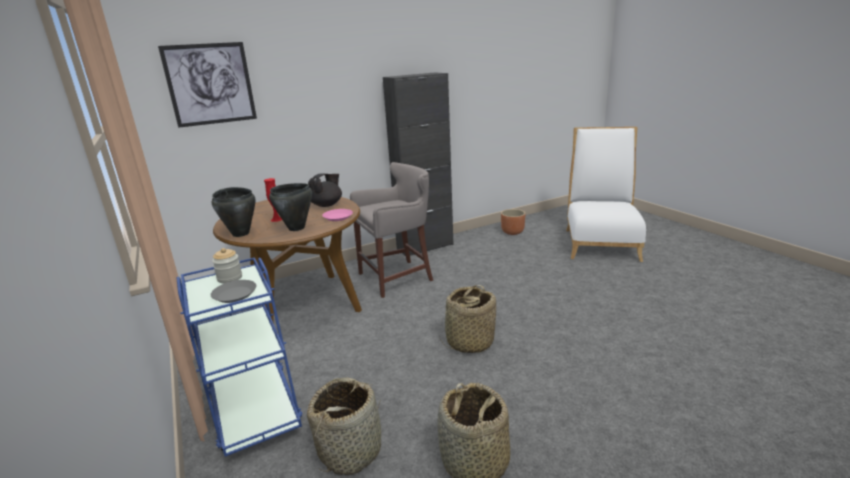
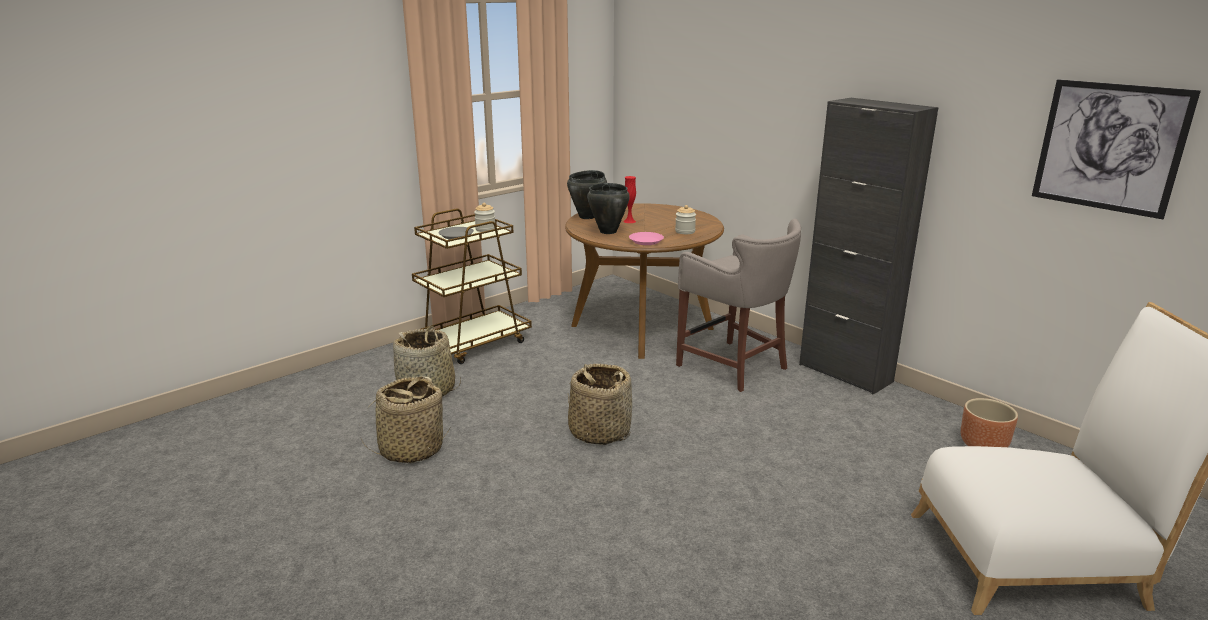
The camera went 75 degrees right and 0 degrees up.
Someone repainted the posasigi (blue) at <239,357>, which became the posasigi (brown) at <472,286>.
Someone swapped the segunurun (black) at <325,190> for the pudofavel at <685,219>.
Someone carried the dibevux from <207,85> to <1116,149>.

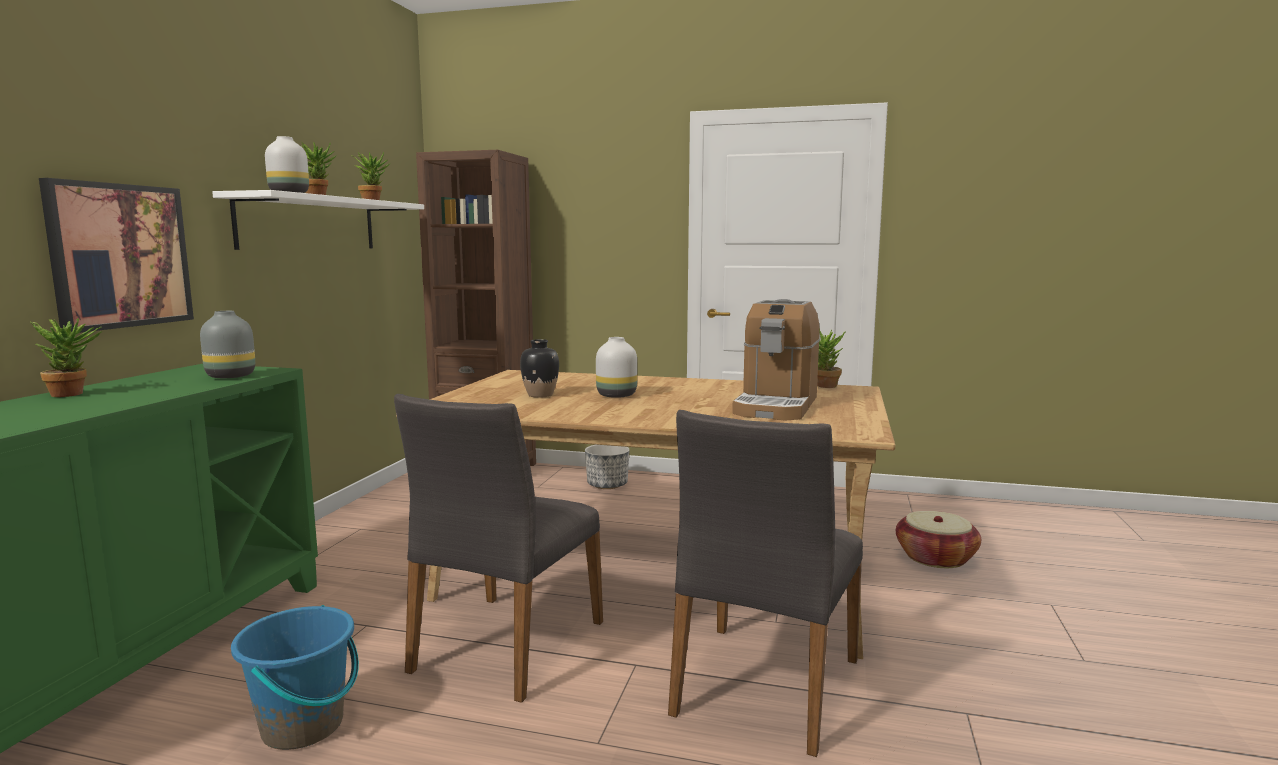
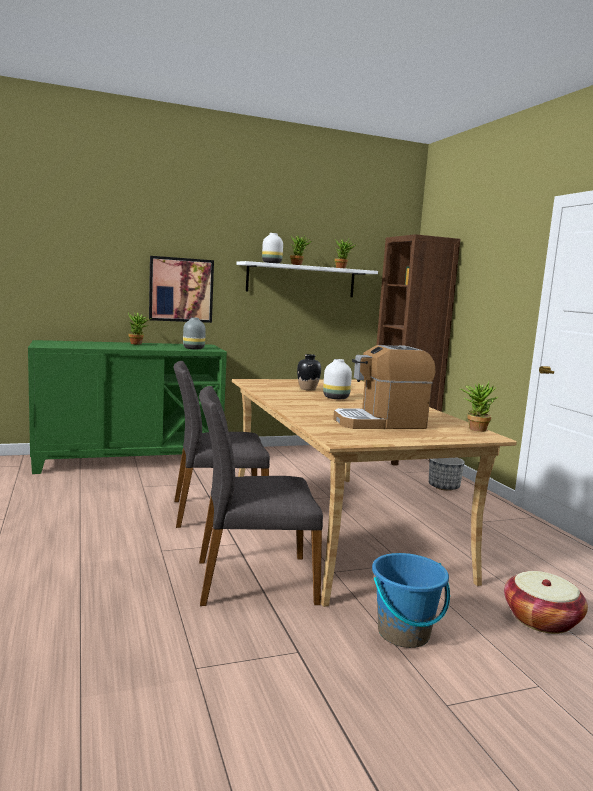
The camera went 55 degrees right and 0 degrees up.
Someone carried the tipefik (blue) from <295,677> to <411,600>.

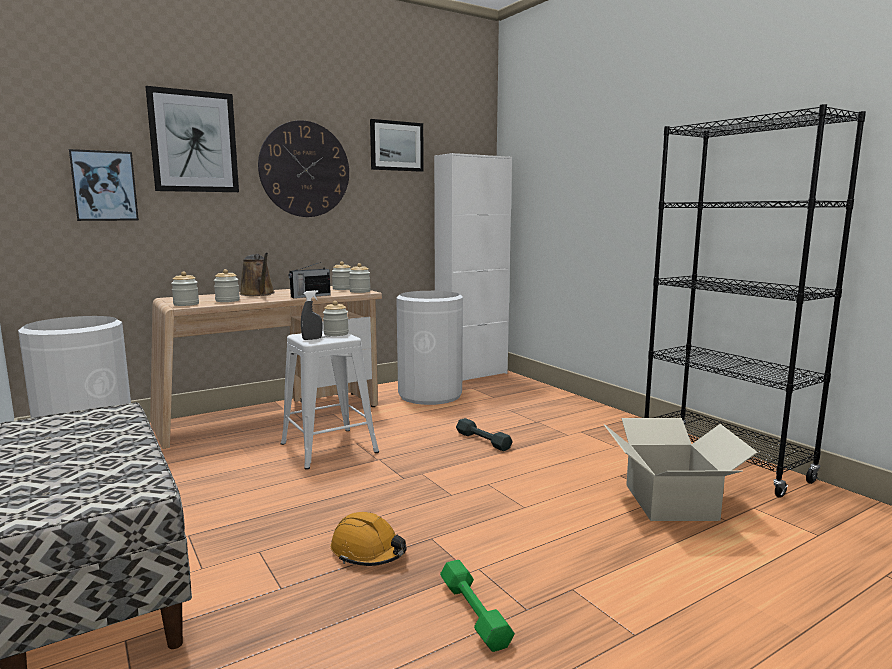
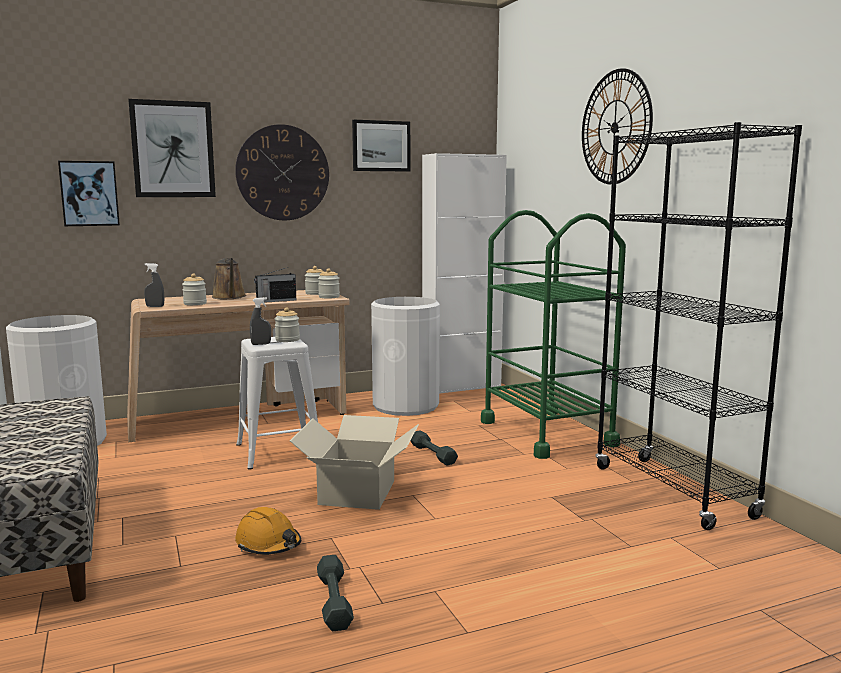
The camera went 10 degrees right and 0 degrees up.
Someone swapped the pudofavel at <185,289> for the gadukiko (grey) at <154,285>.
Someone carried the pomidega from <680,469> to <354,462>.
Someone repainted the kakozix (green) at <477,606>, which became the kakozix (grey) at <335,593>.
Someone put down the posasigi (green) at <553,334>.
Someone put up the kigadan at <617,127>.

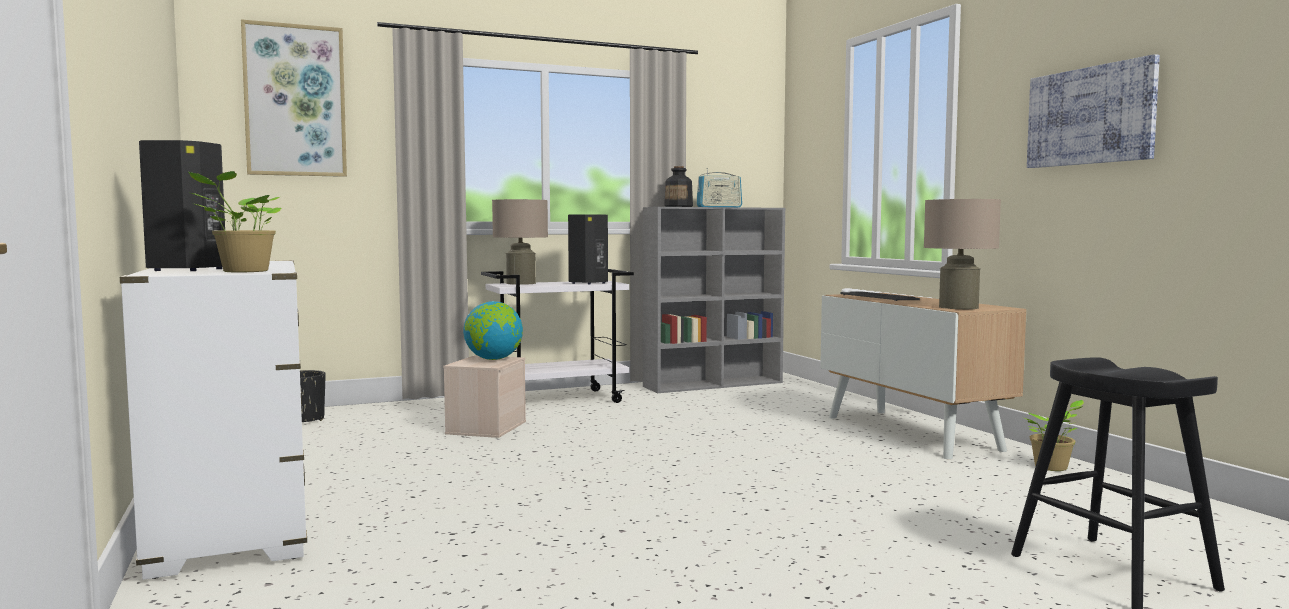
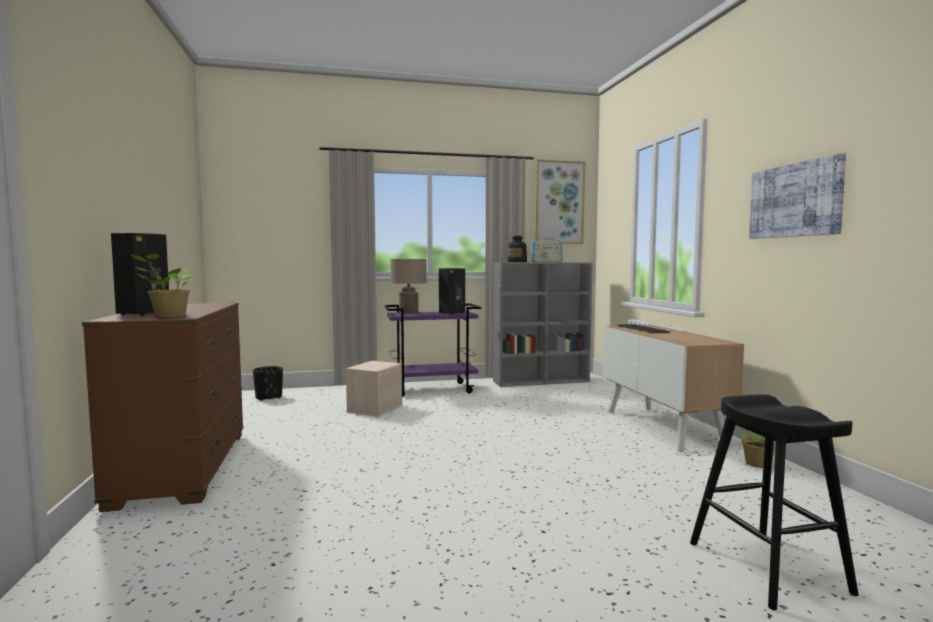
The camera went 10 degrees right and 0 degrees up.
Someone repainted the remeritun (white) at <213,420>, which became the remeritun (brown) at <163,407>.
Someone repainted the posasigi (white) at <557,336>, which became the posasigi (purple) at <432,350>.
Someone carried the dibevux from <294,98> to <560,201>.
Someone took away the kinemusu at <493,330>.
Someone took away the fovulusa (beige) at <962,254>.

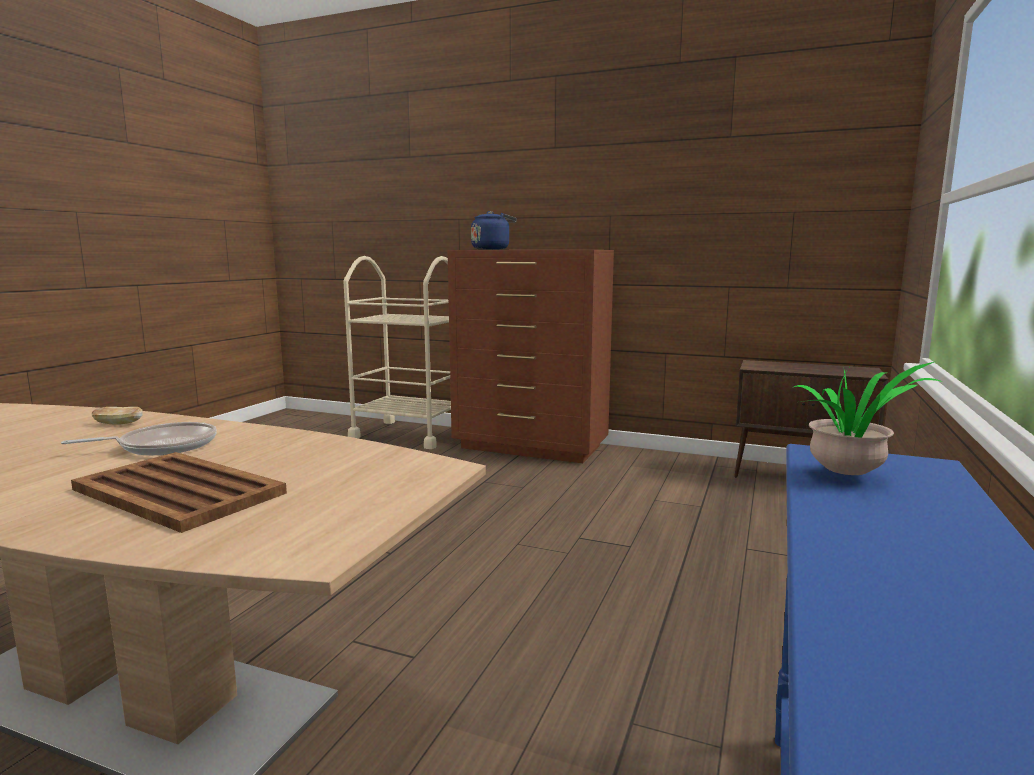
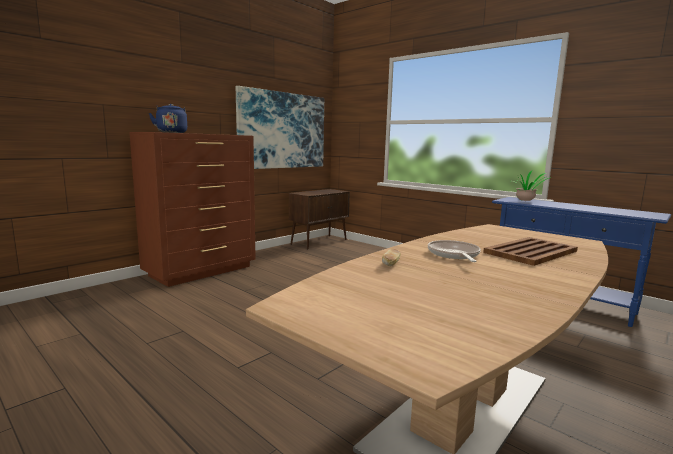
The camera went 70 degrees left and 0 degrees up.
Someone put up the dibevux at <280,127>.
Someone took away the posasigi (beige) at <397,352>.

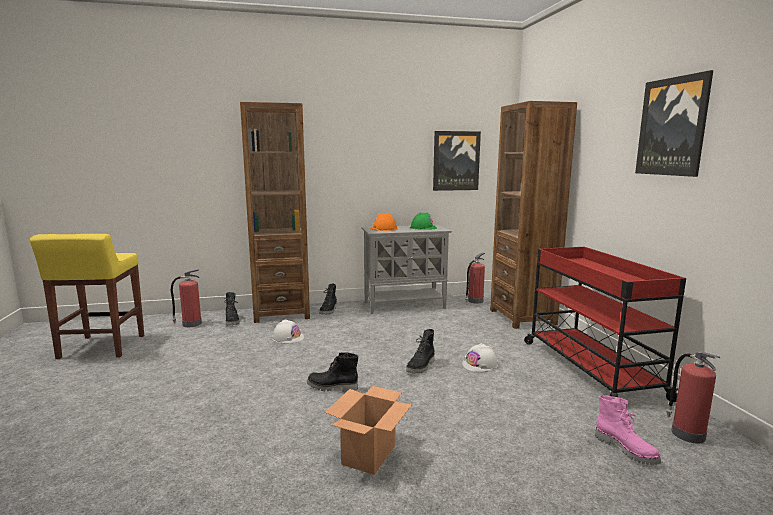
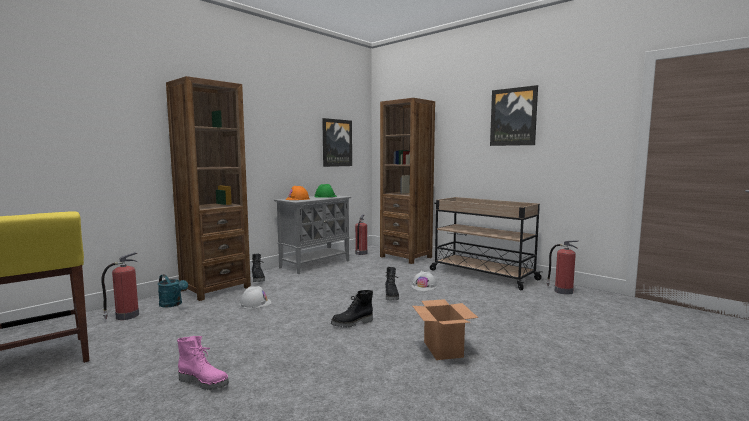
The camera went 35 degrees left and 5 degrees down.
Someone swapped the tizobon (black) at <232,309> for the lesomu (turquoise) at <173,291>.
Someone carried the tizobon (pink) from <628,430> to <203,363>.
Someone repainted the posasigi (red) at <605,324>, which became the posasigi (beige) at <486,243>.

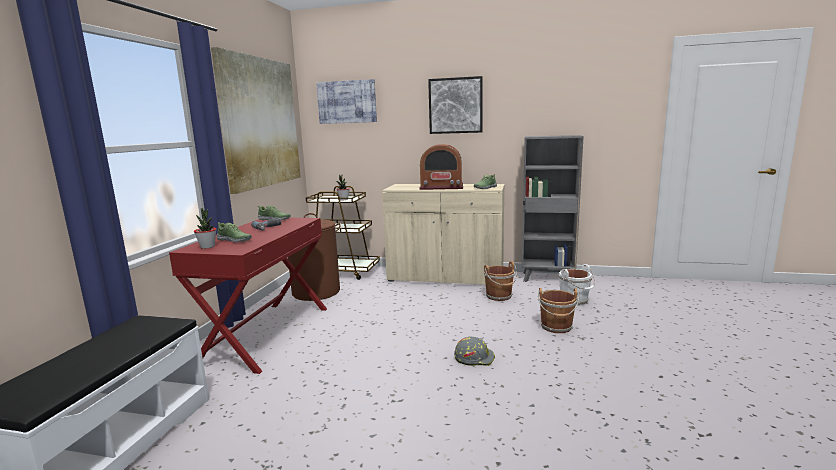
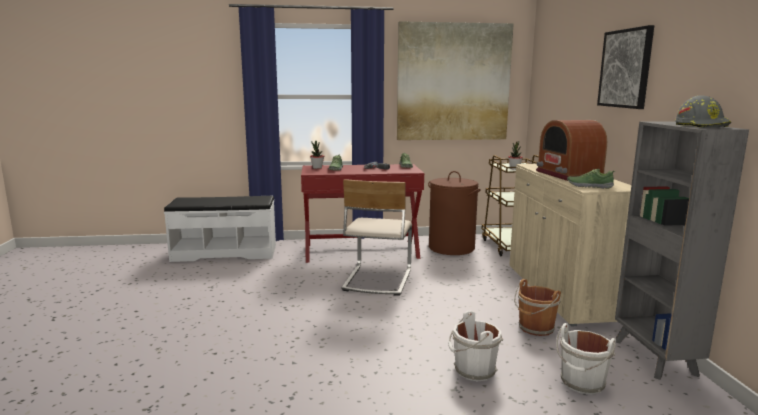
The camera went 70 degrees right and 0 degrees up.
Someone put down the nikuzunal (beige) at <376,237>.
Someone repainted the tipefik (brown) at <559,310>, which became the tipefik (white) at <475,346>.
Someone carried the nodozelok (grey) from <474,351> to <703,111>.
Someone took away the dibevux at <346,101>.

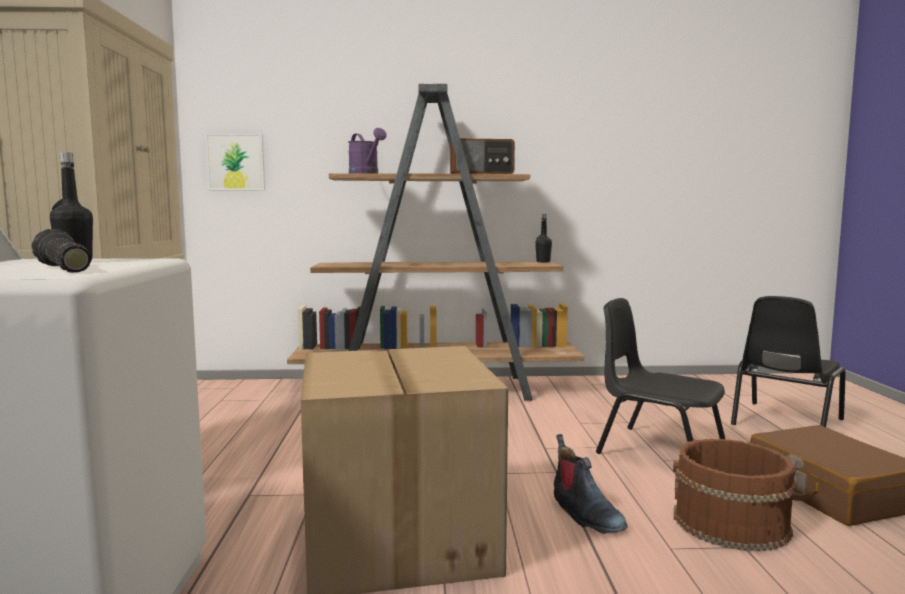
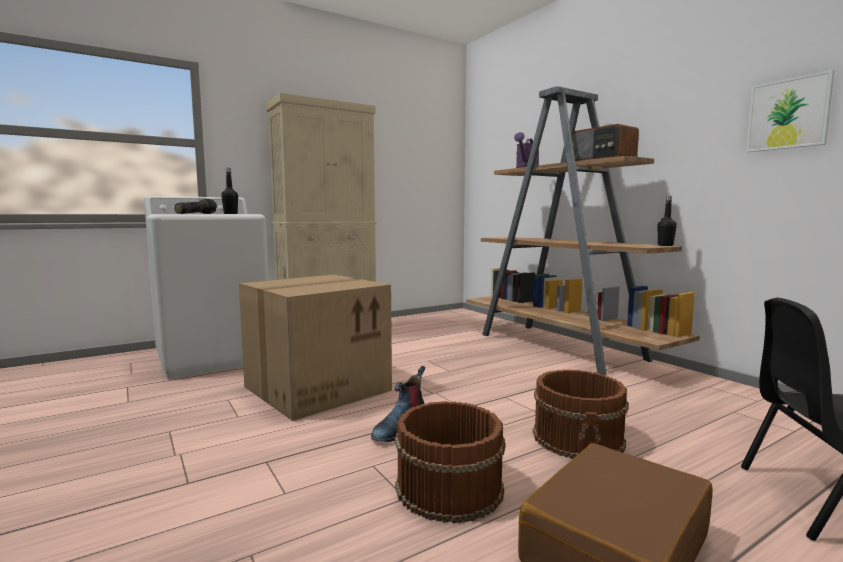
The camera went 60 degrees right and 0 degrees up.
Someone swapped the nikuzunal (black) at <660,376> for the tipefik (brown) at <581,414>.
Someone carried the dibevux from <235,161> to <790,111>.

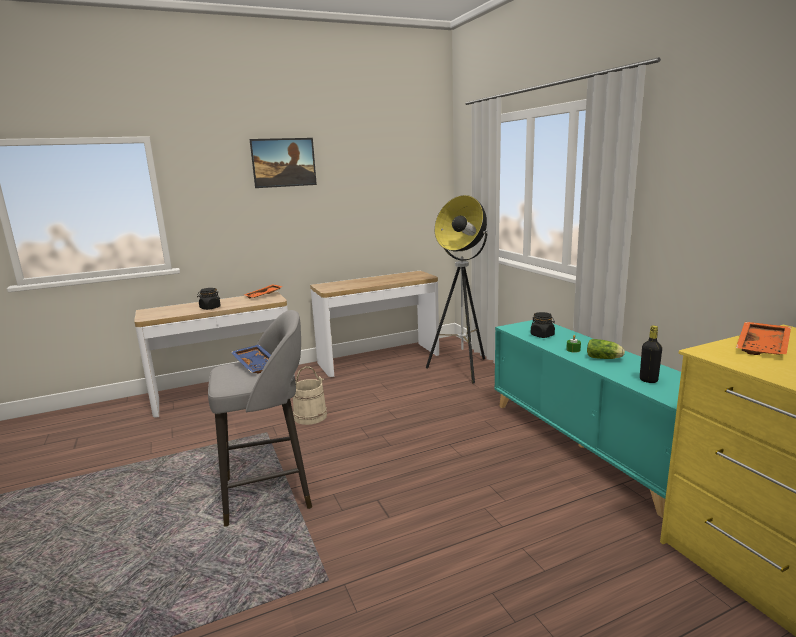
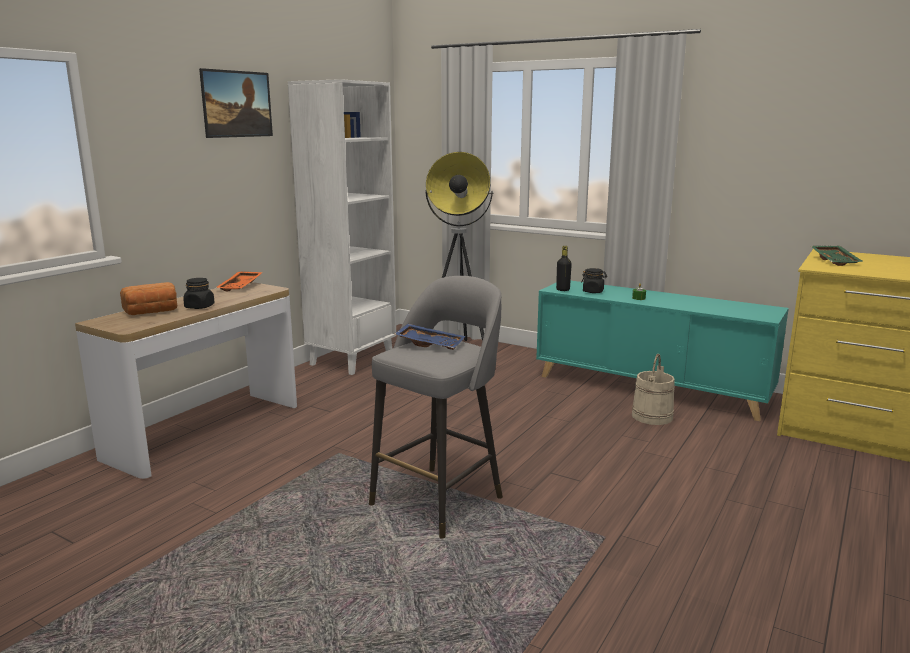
The camera went 35 degrees left and 0 degrees up.
Someone put down the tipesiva at <148,298>.
Someone swapped the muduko at <374,324> for the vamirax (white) at <342,227>.
Someone carried the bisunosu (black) from <651,354> to <564,268>.
Someone carried the tipefik (beige) from <310,395> to <653,389>.
Someone repainted the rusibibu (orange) at <763,338>, which became the rusibibu (green) at <837,256>.
Someone took away the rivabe at <606,349>.

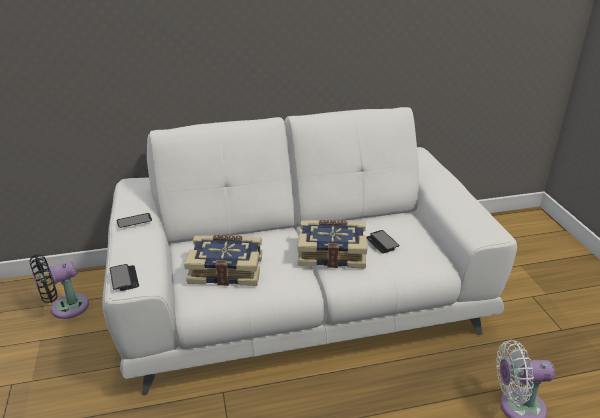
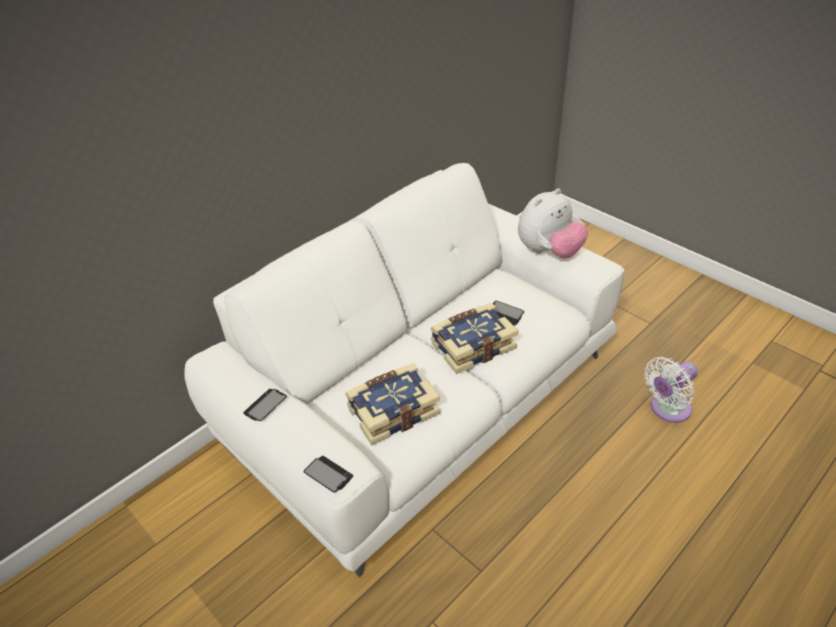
The camera went 30 degrees left and 10 degrees up.
Someone put down the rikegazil at <553,223>.
Someone took away the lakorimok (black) at <59,286>.

